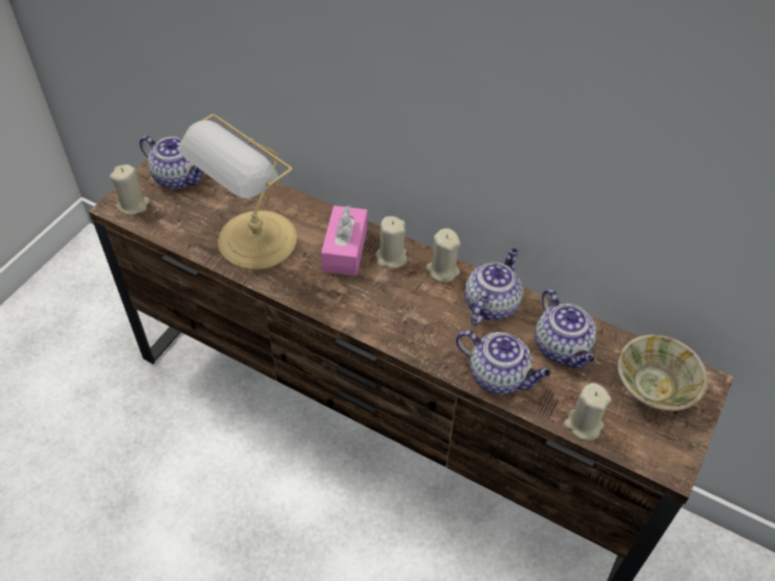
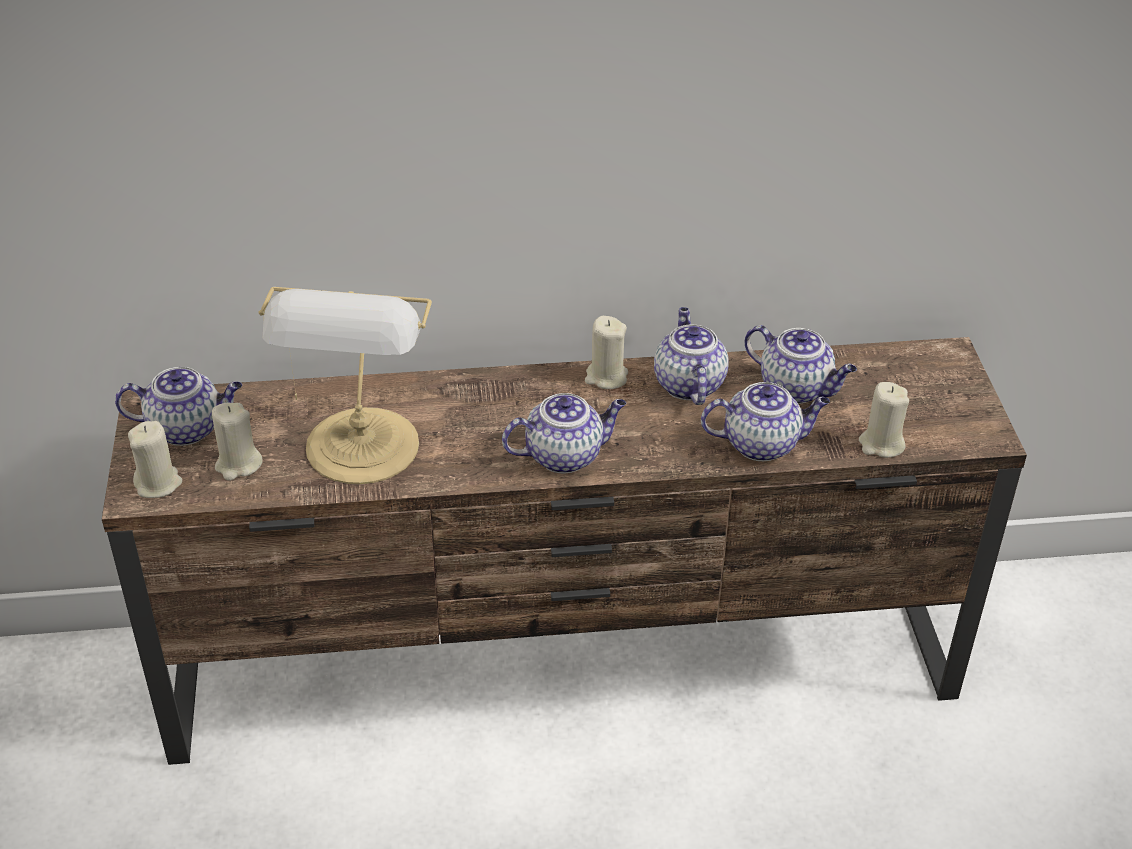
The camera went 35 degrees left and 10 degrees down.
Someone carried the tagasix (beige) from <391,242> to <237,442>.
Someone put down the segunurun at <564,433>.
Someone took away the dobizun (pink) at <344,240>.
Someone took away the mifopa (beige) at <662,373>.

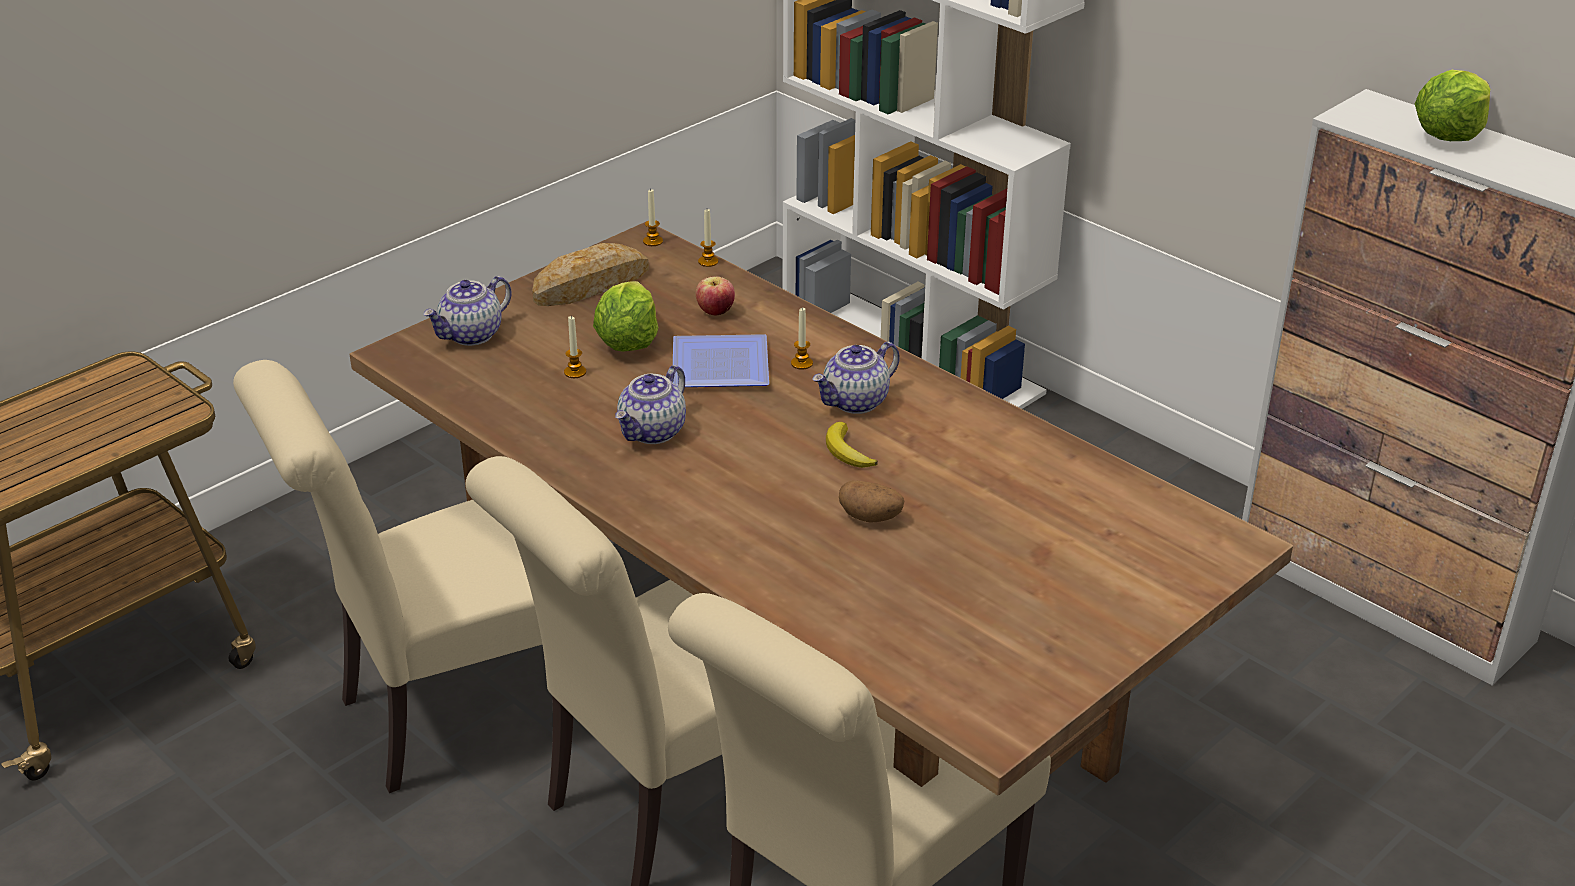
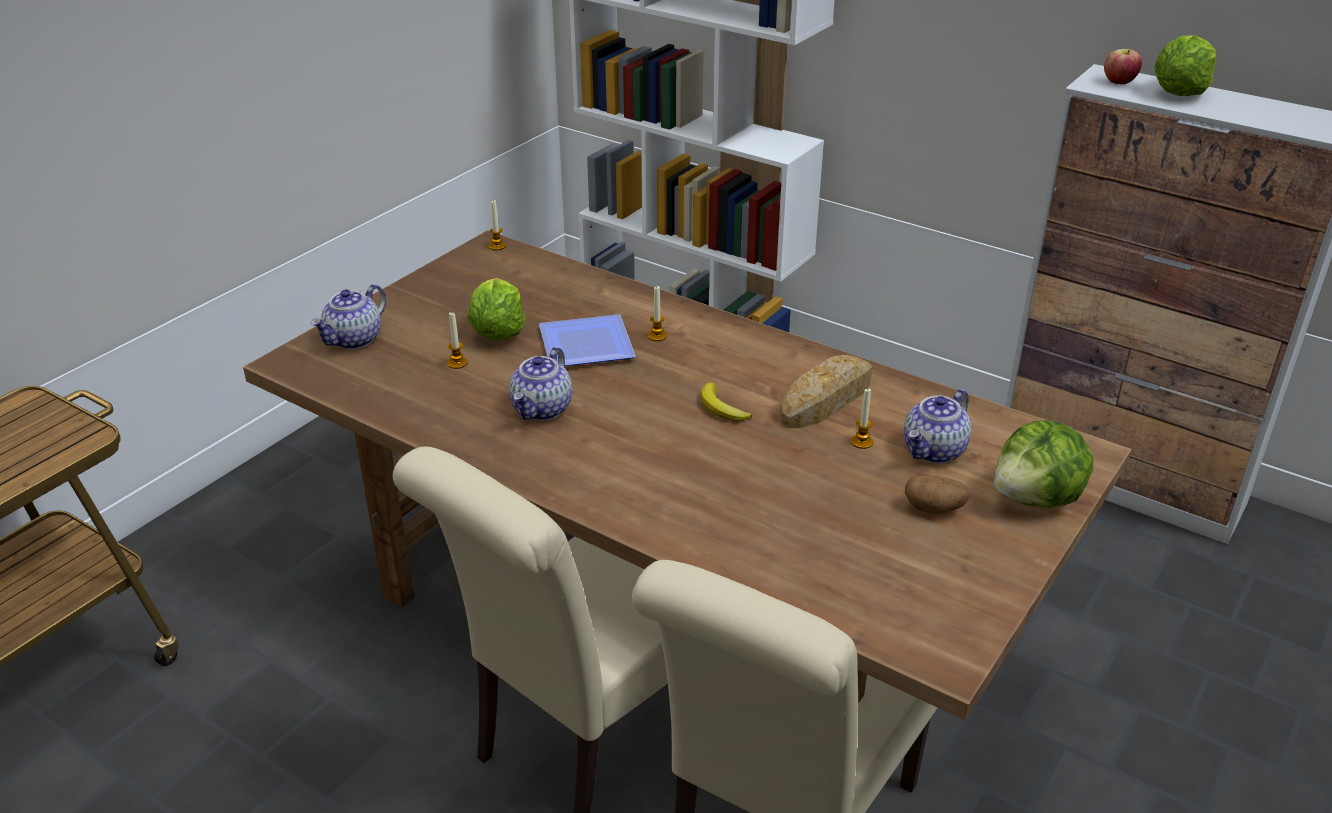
The camera went 10 degrees left and 0 degrees up.
Someone carried the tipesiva from <590,274> to <826,391>.
Someone carried the tagasix from <708,238> to <862,418>.
Someone carried the segunurun from <856,378> to <937,426>.
Someone carried the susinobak from <871,501> to <937,495>.
Someone put down the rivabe at <1044,464>.
Someone carried the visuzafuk from <715,296> to <1123,66>.
Someone took away the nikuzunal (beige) at <387,576>.

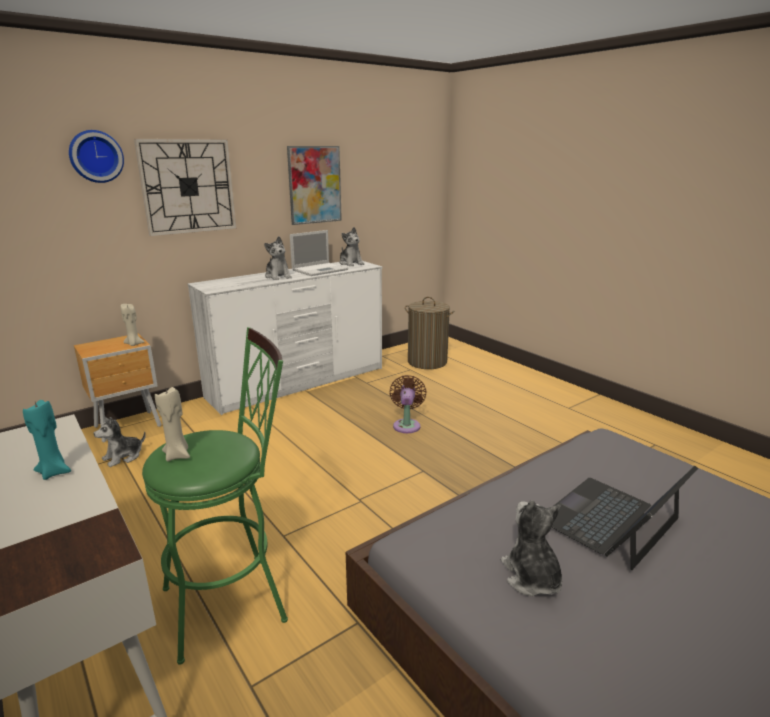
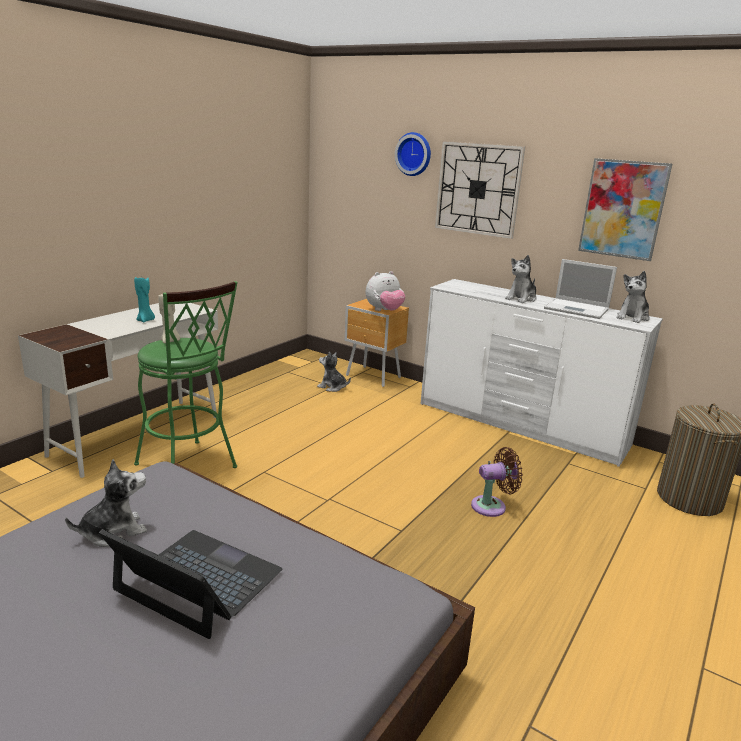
The camera went 70 degrees right and 0 degrees up.
Someone swapped the tagasix (beige) at <132,325> for the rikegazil at <385,291>.

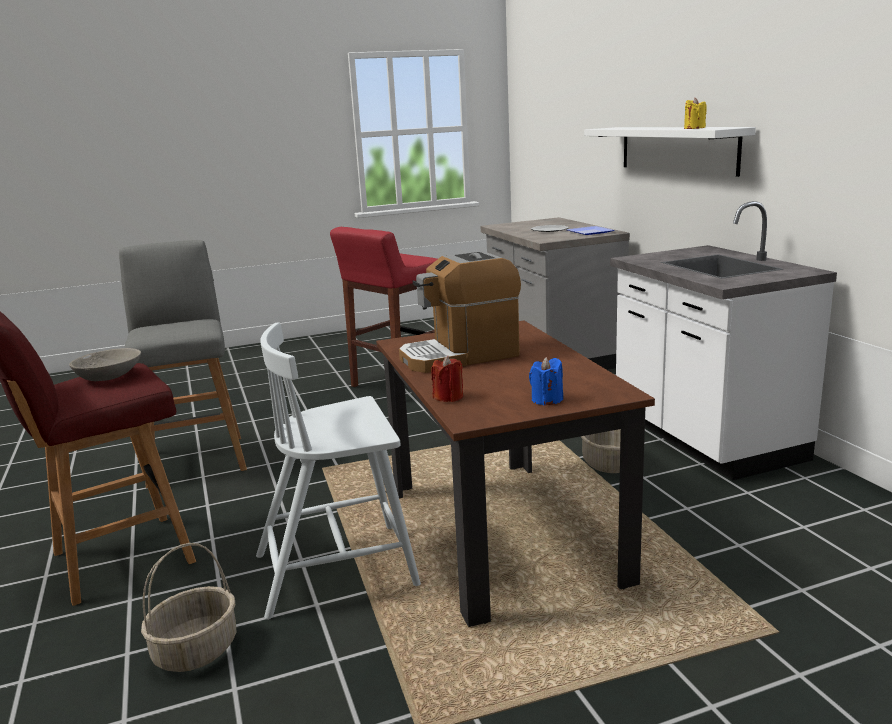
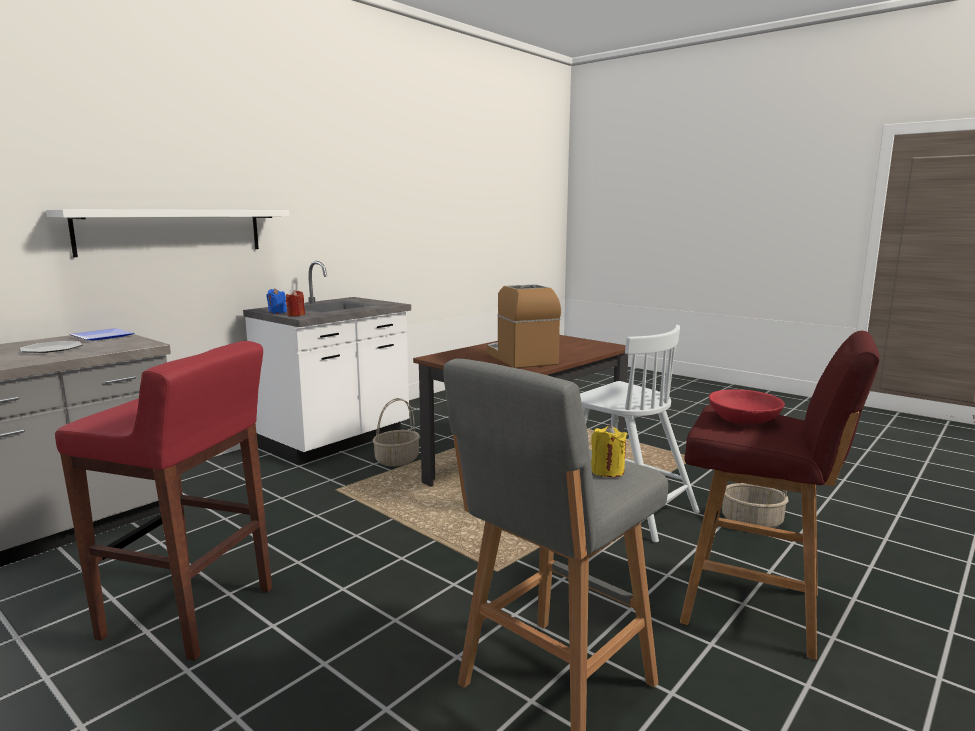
The camera went 120 degrees left and 5 degrees down.
Someone carried the tagasix (blue) from <546,381> to <276,301>.
Someone carried the tagasix (red) from <447,379> to <295,303>.
Someone rotated the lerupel at <460,312> by 150 degrees counterclockwise.
Someone carried the tagasix (yellow) from <695,113> to <609,450>.
Someone repainted the mifopa (grey) at <105,364>, which became the mifopa (red) at <747,406>.

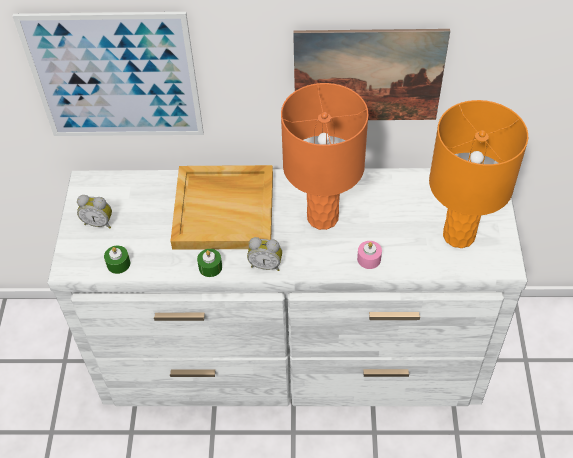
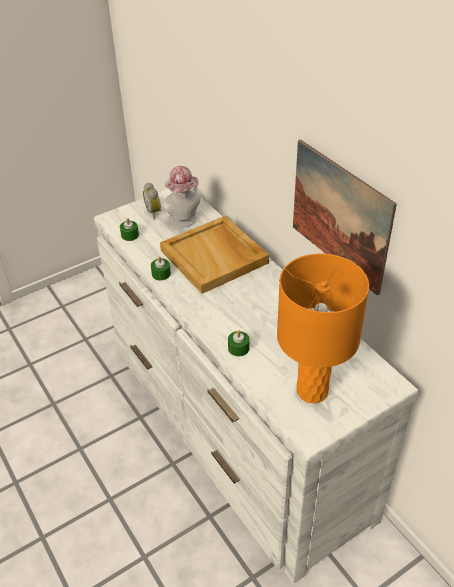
The camera went 55 degrees right and 10 degrees down.
Someone put down the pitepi at <181,197>.
Someone repainted the tagasix (pink) at <369,255>, which became the tagasix (green) at <238,343>.
Someone took away the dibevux at <108,74>.
Someone took away the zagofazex at <264,254>.
Someone took away the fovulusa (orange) at <325,156>.

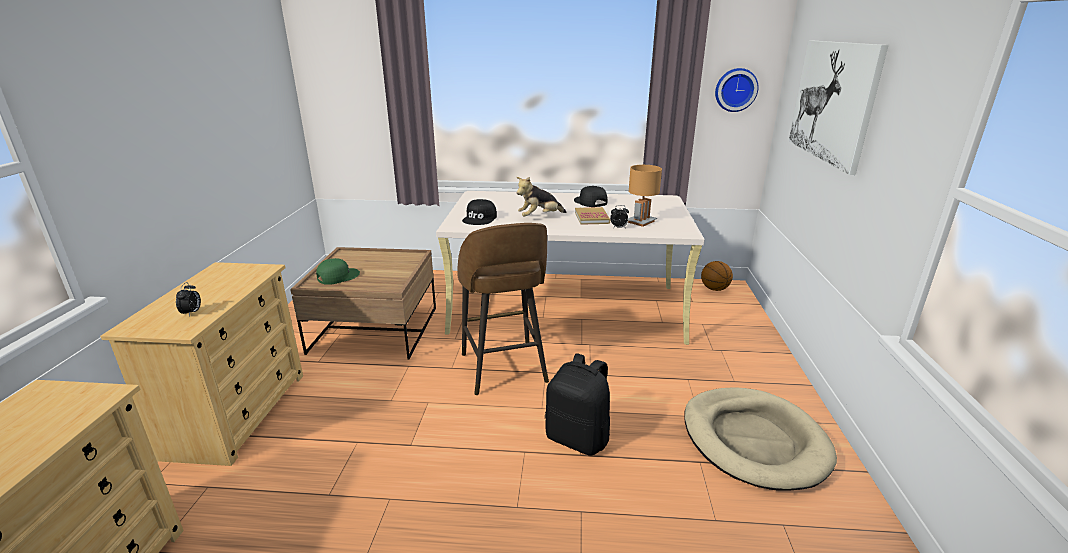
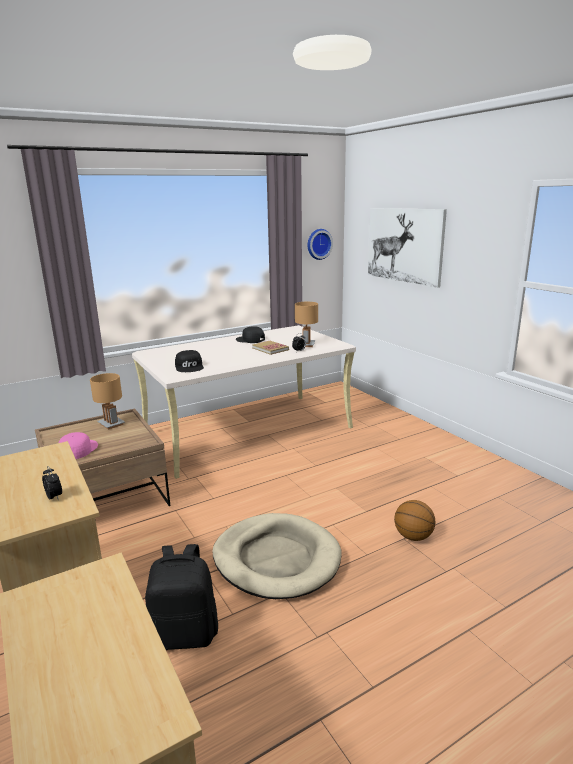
The camera went 35 degrees left and 5 degrees down.
Someone repainted the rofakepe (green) at <338,271>, which became the rofakepe (pink) at <78,445>.
Someone put down the fovulusa (brown) at <107,401>.
Someone carried the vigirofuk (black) from <577,404> to <181,597>.
Someone carried the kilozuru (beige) from <761,439> to <277,556>.
Someone carried the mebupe from <717,276> to <414,520>.
Someone took away the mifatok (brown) at <503,309>.
Someone took away the rikegazil at <541,197>.

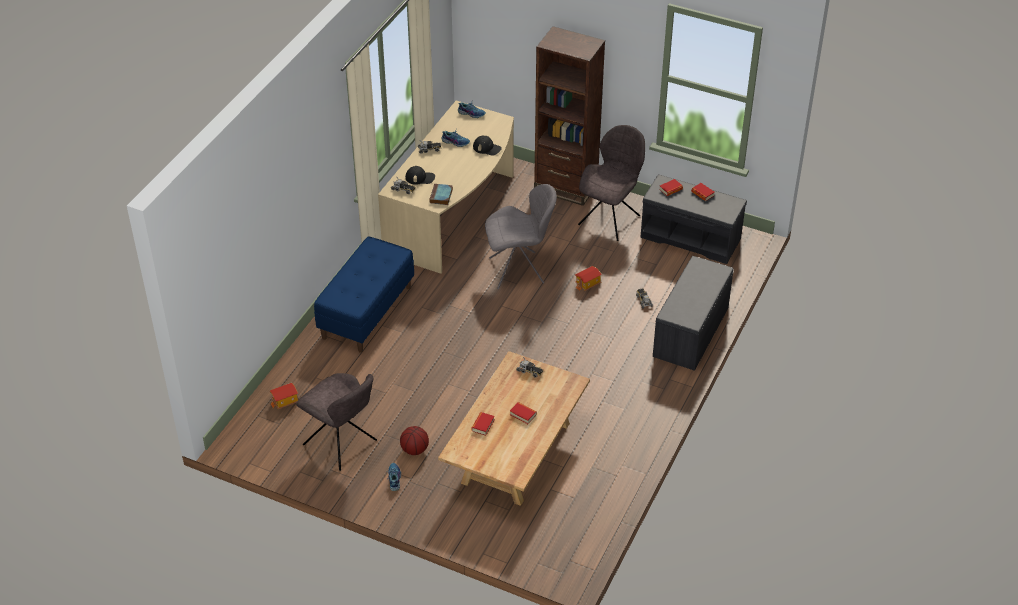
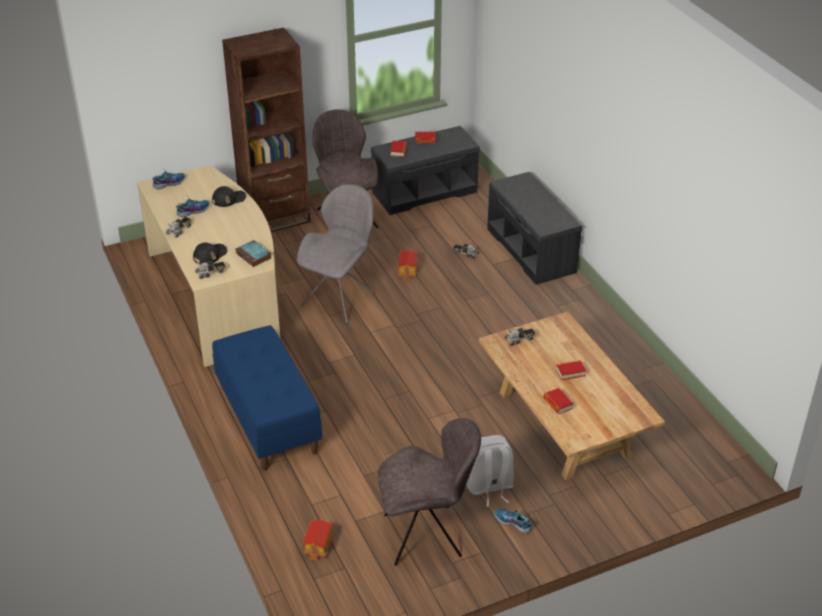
The camera went 50 degrees left and 5 degrees down.
Someone swapped the mebupe at <414,440> for the vigirofuk (white) at <490,471>.

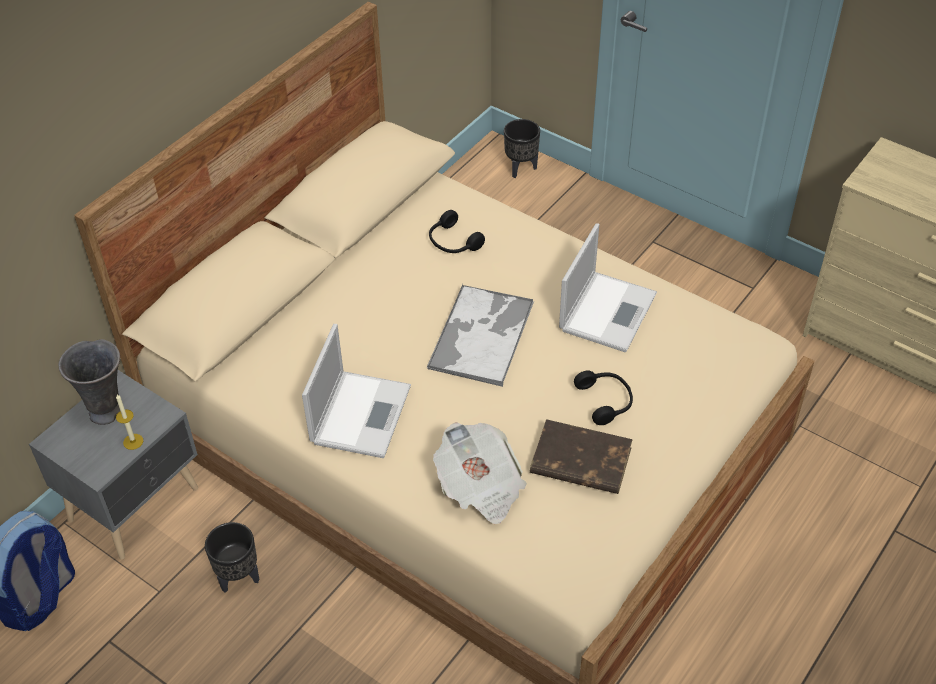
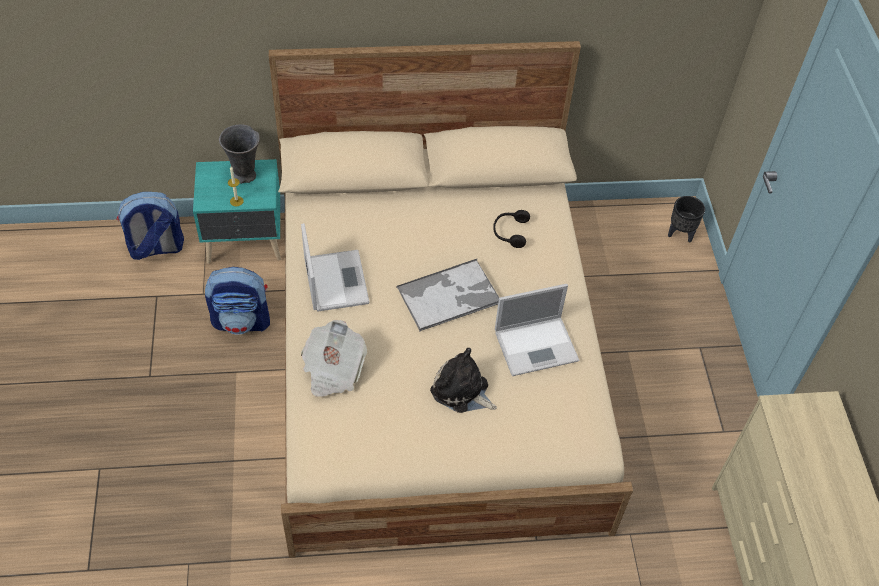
The camera went 45 degrees right and 5 degrees up.
Someone repainted the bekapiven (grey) at <113,465>, which became the bekapiven (turquoise) at <237,211>.
Someone swapped the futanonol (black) at <232,557> for the vigirofuk at <237,301>.
Someone rotated the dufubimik at <356,391> by 75 degrees counterclockwise.
Someone swapped the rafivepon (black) at <603,398> for the rikegazil at <463,380>.
Someone took away the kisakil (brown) at <581,456>.

